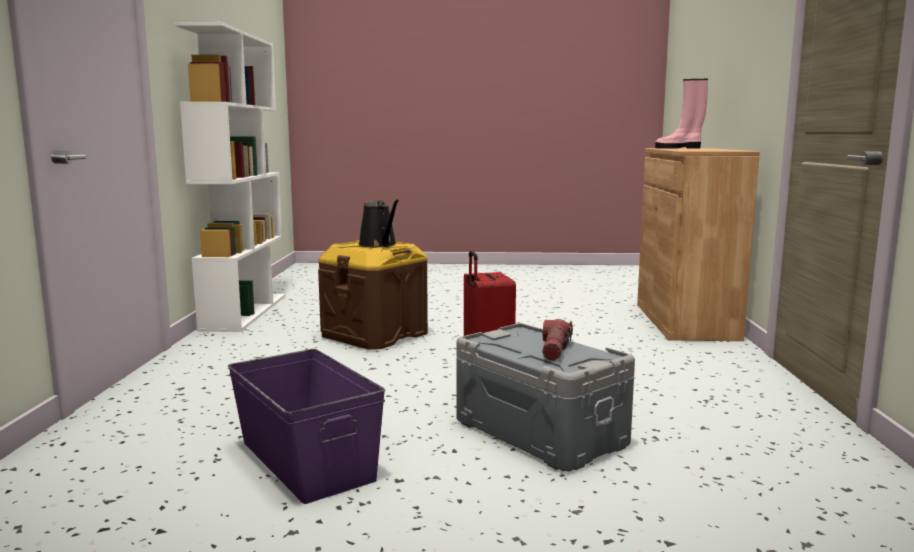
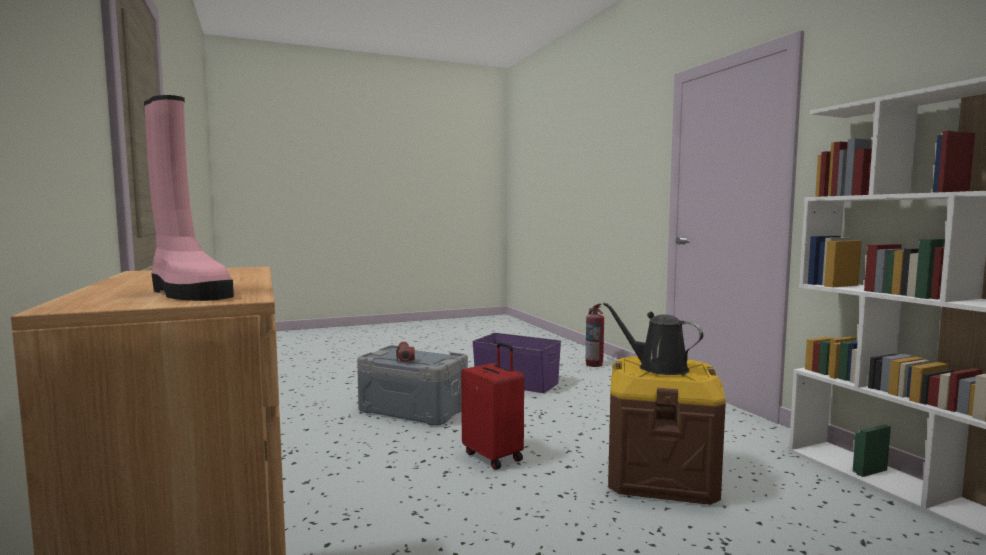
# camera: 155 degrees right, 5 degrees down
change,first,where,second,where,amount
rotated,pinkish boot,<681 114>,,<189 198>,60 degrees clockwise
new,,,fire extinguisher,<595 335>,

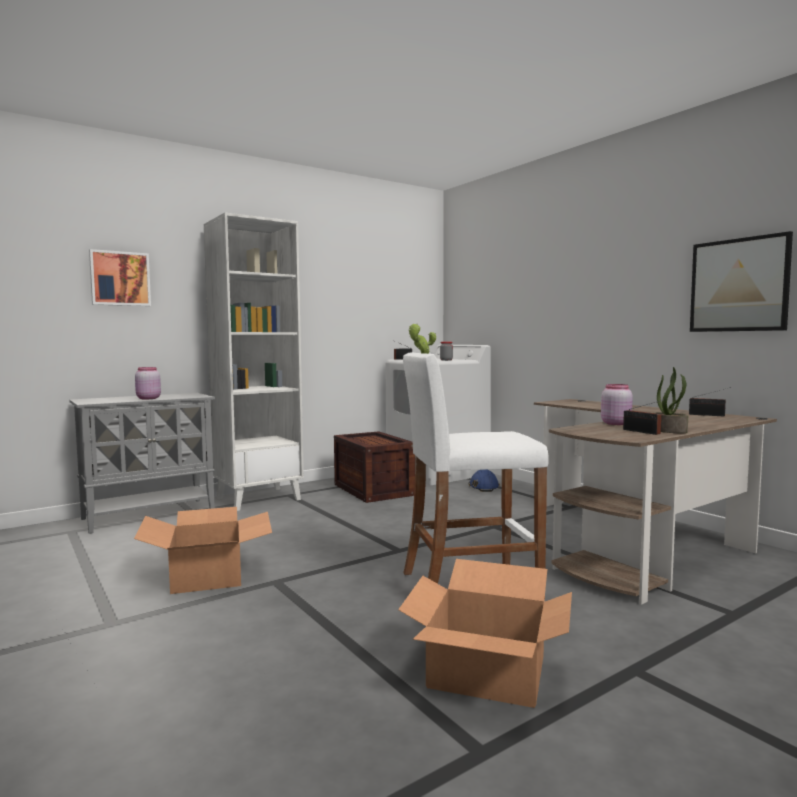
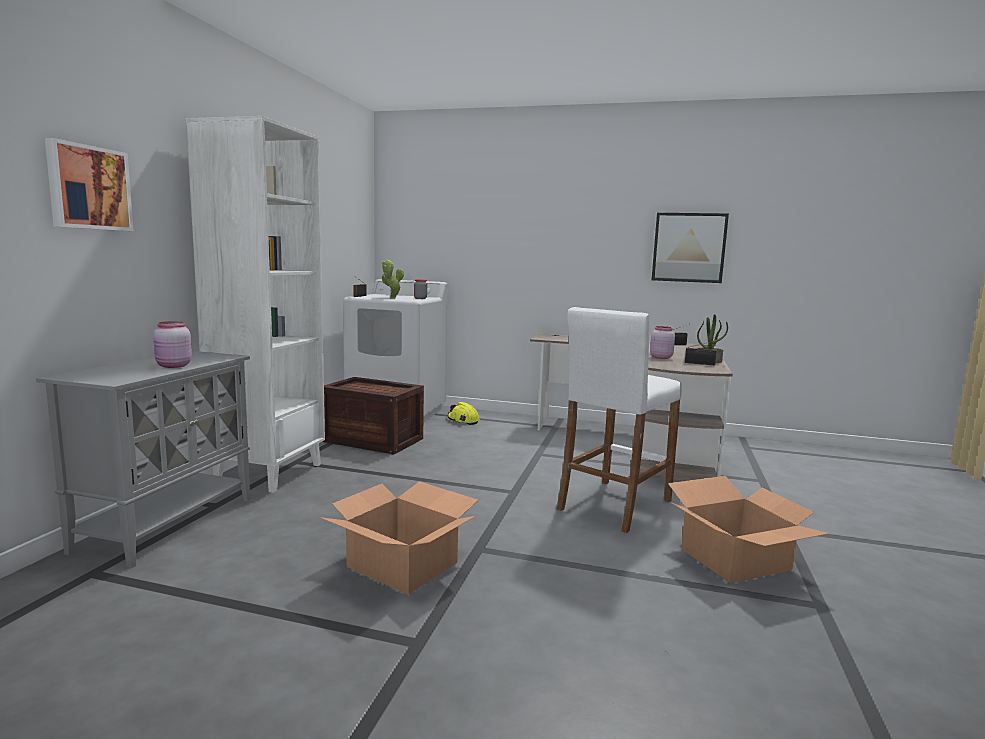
# camera: 40 degrees left, 5 degrees up
change,first,where,second,where,amount
repainted,blue hard hat,<484 481>,yellowish hard hat,<464 413>,

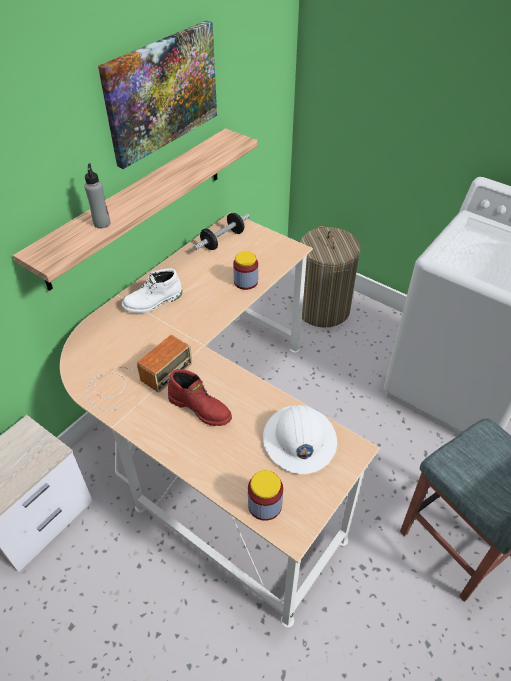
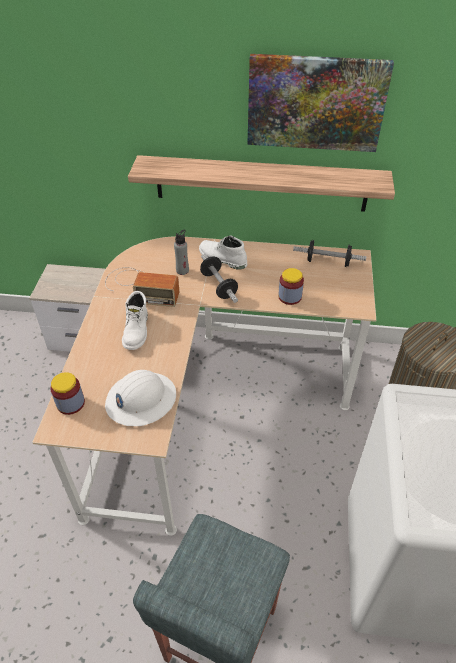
# camera: 60 degrees right, 0 degrees up
change,first,where,second,where,amount
repainted,red-coloured boot,<200 397>,white-coloured boot,<135 320>,
shifted,gray beverage bottle,<97 196>,,<181 252>,
new,,,dumbbell,<219 278>,

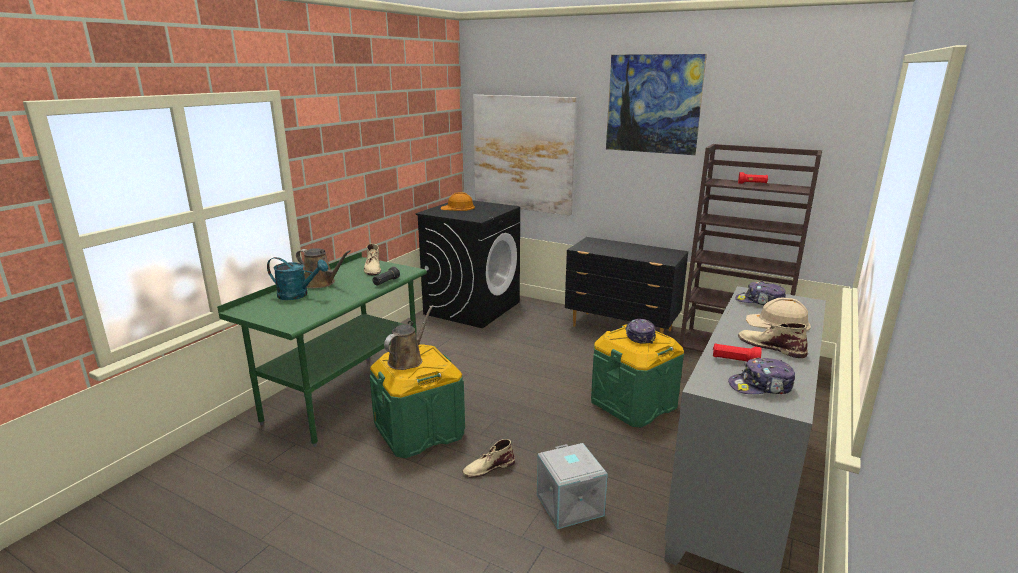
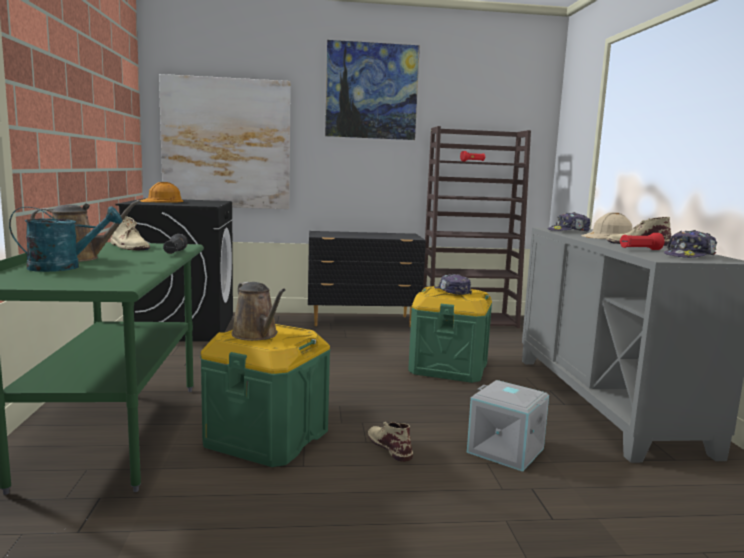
# camera: 35 degrees left, 10 degrees down
change,first,where,second,where,amount
rotated,brownish watering pot,<409 337>,,<258 311>,150 degrees clockwise
rotated,sand-coloured boot,<489 458>,,<390 442>,120 degrees clockwise

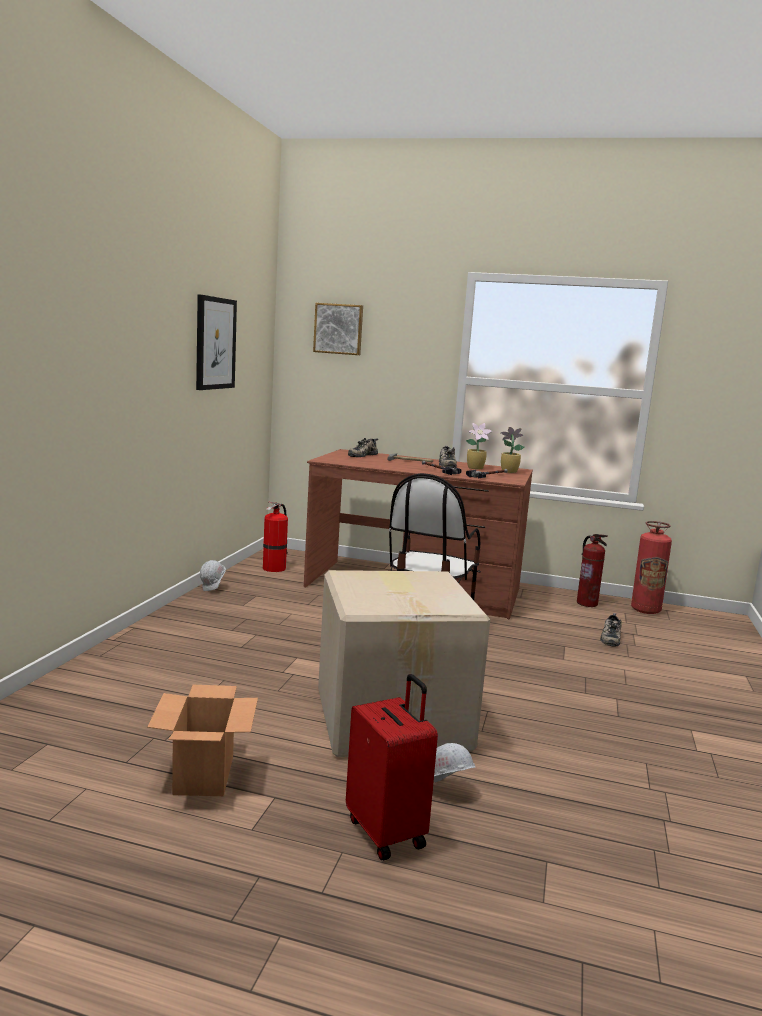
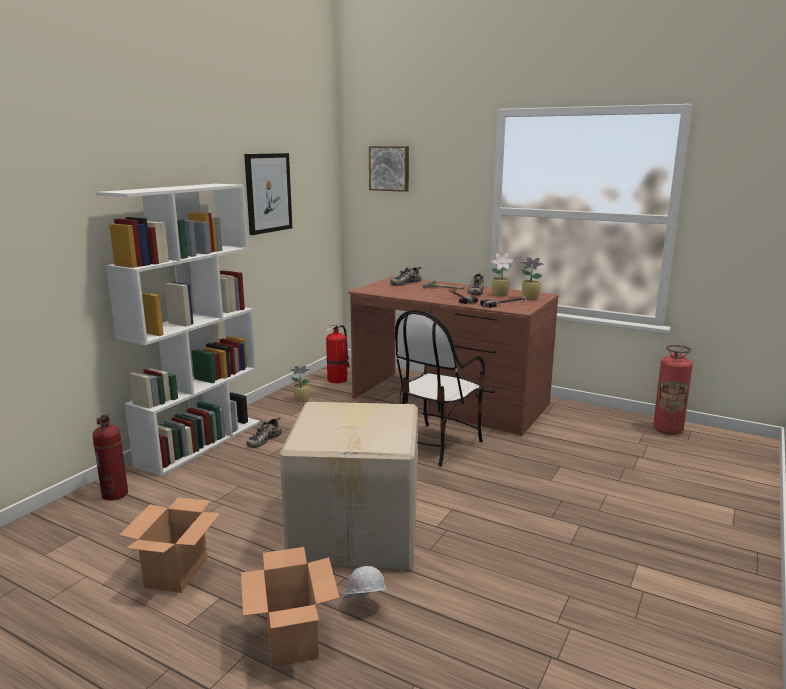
# camera: 15 degrees right, 5 degrees up
change,first,where,second,where,amount
shifted,fire extinguisher,<592 570>,,<110 457>,
new,,,white-coloured shelving unit,<178 330>,
swapped,red-coloured piece of luggage,<392 767>,packing box,<290 607>,
shifted,shoe,<611 629>,,<264 432>,
new,,,potted plant,<300 383>,
gone,white-coloured hard hat,<213 575>,,,

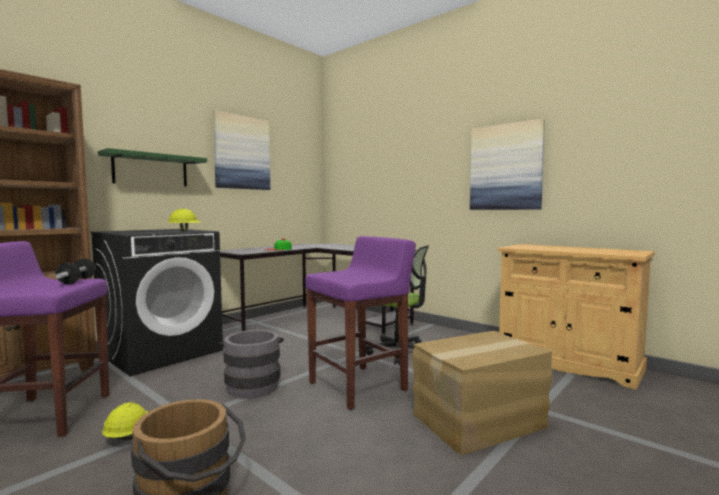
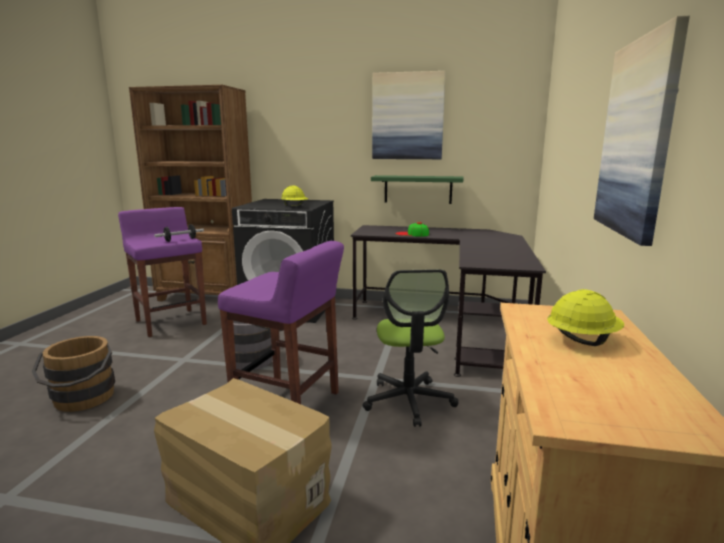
# camera: 60 degrees right, 10 degrees up
change,first,where,second,where,amount
shifted,green-coloured bracket shelf,<152 167>,,<417 189>,
shifted,yellowish hard hat,<125 420>,,<585 317>,

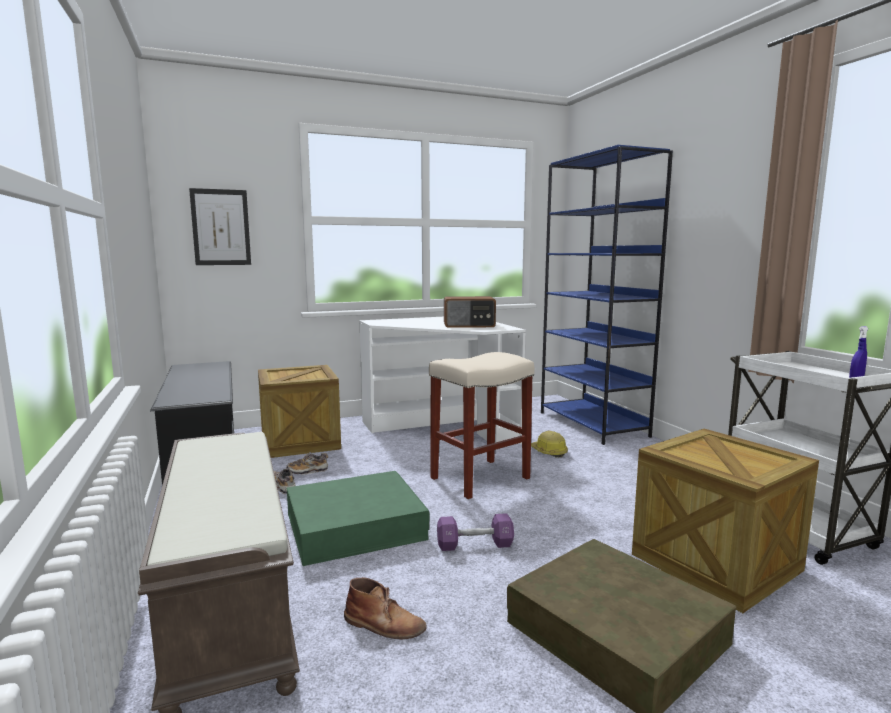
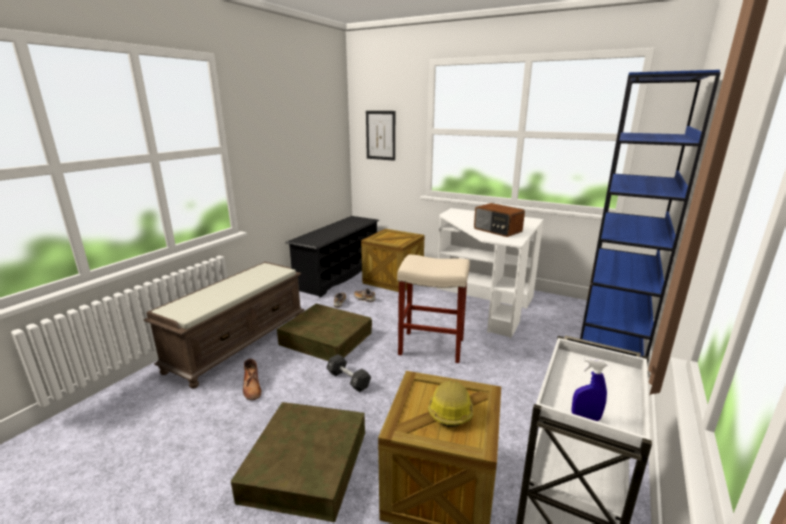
# camera: 50 degrees right, 10 degrees up
change,first,where,second,where,amount
repainted,green-coloured storage container,<358 518>,brownish storage container,<324 332>,
repainted,purple dumbbell,<475 532>,blackish dumbbell,<348 373>,
shifted,hard hat,<549 444>,,<450 403>,

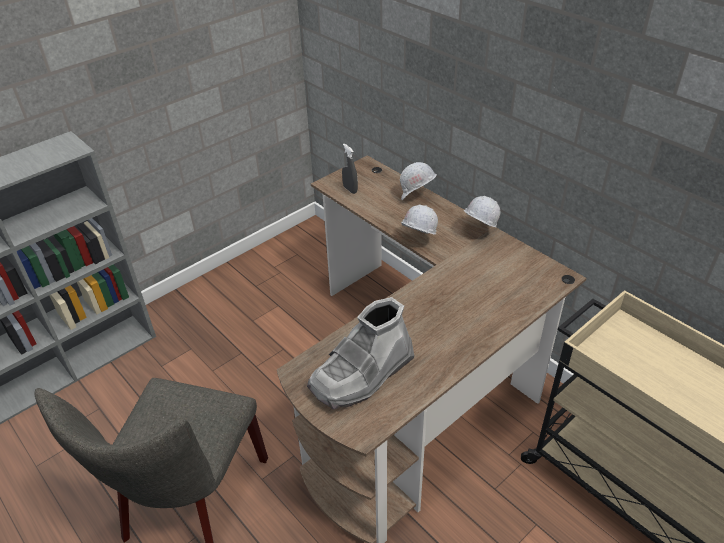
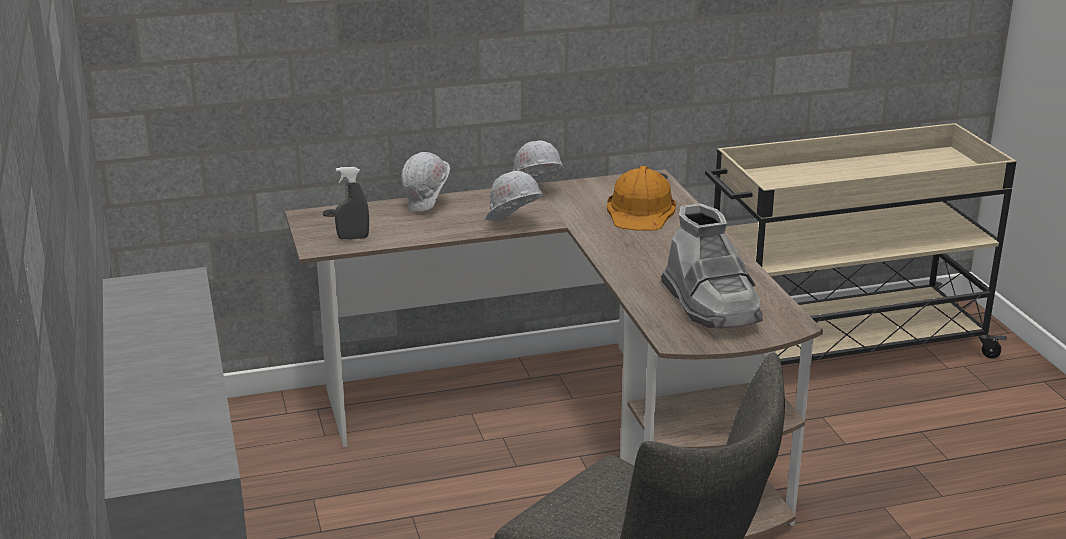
# camera: 65 degrees left, 15 degrees down
change,first,where,second,where,amount
new,,,orange-coloured hard hat,<641 198>,

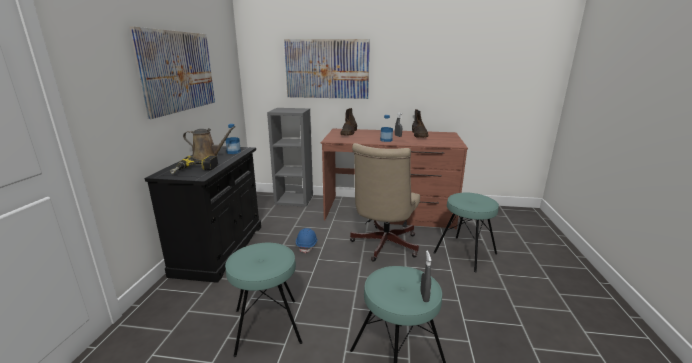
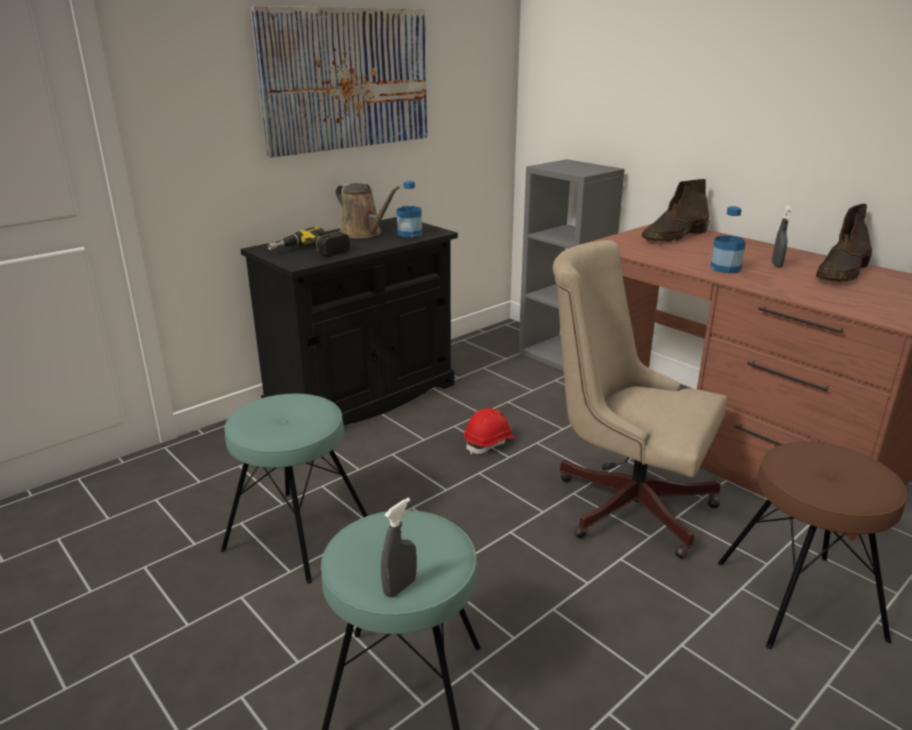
# camera: 40 degrees right, 5 degrees up
change,first,where,second,where,amount
repainted,blue hard hat,<307 240>,red-coloured hard hat,<489 431>,
rotated,sand-coloured office chair,<385 202>,,<640 399>,60 degrees clockwise
repainted,turquoise stool,<466 232>,brownish stool,<812 545>,
gone,picture,<327 69>,,,

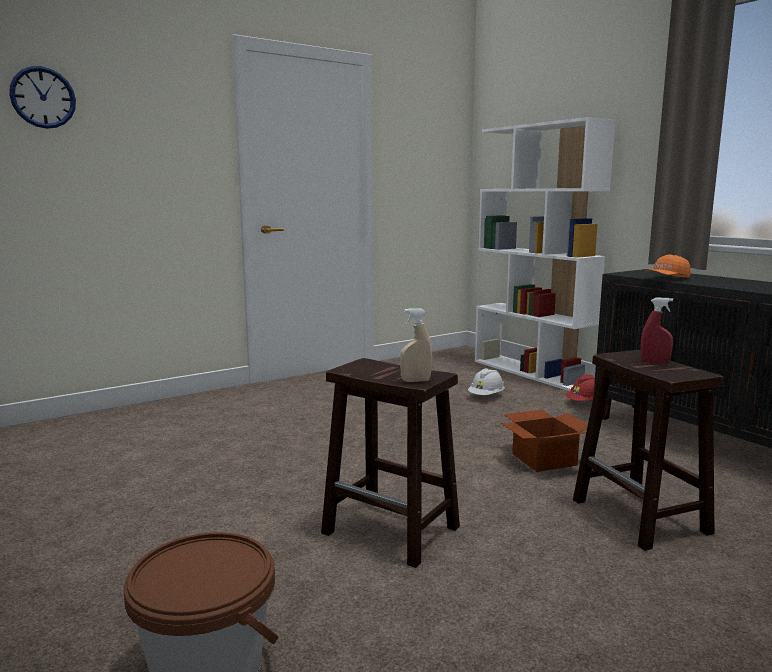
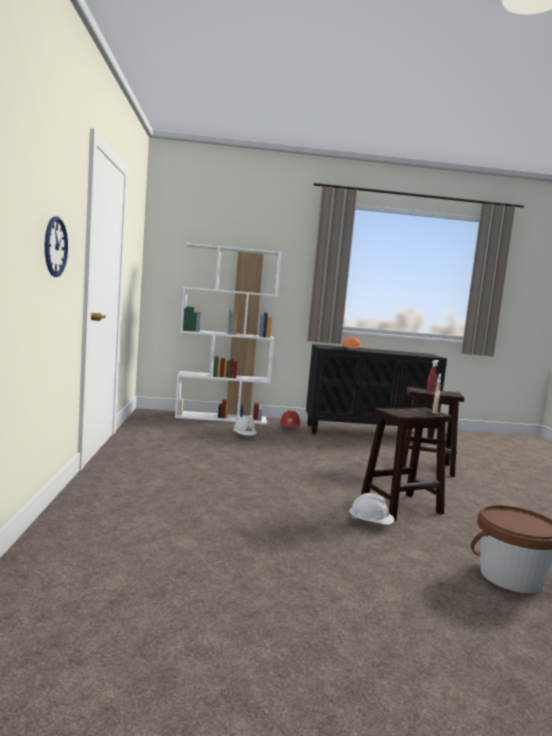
# camera: 60 degrees left, 5 degrees down
change,first,where,second,where,amount
shifted,hanging clock,<42 97>,,<56 247>,
new,,,white-coloured hard hat,<371 509>,
gone,packing box,<544 441>,,,

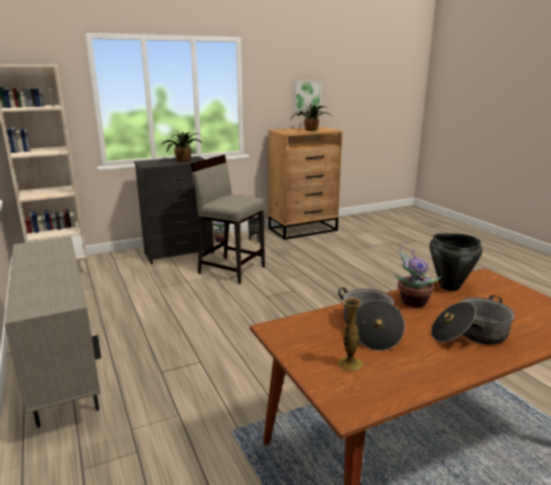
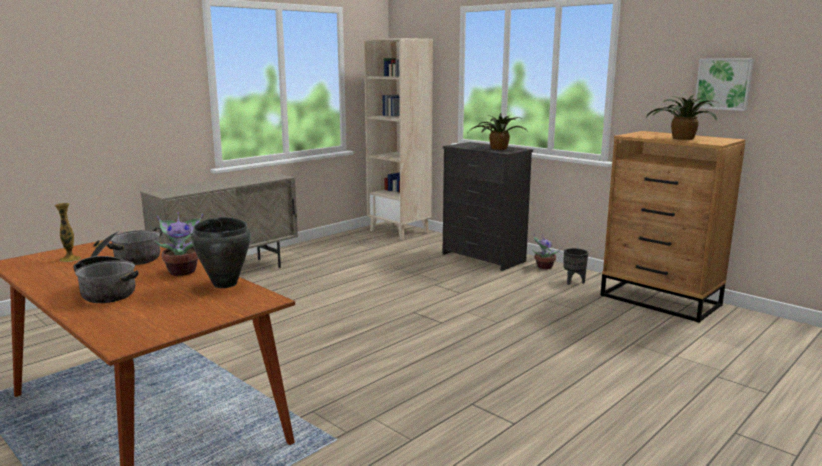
# camera: 70 degrees right, 5 degrees down
change,first,where,second,where,amount
gone,sand-coloured stool,<228 219>,,,

